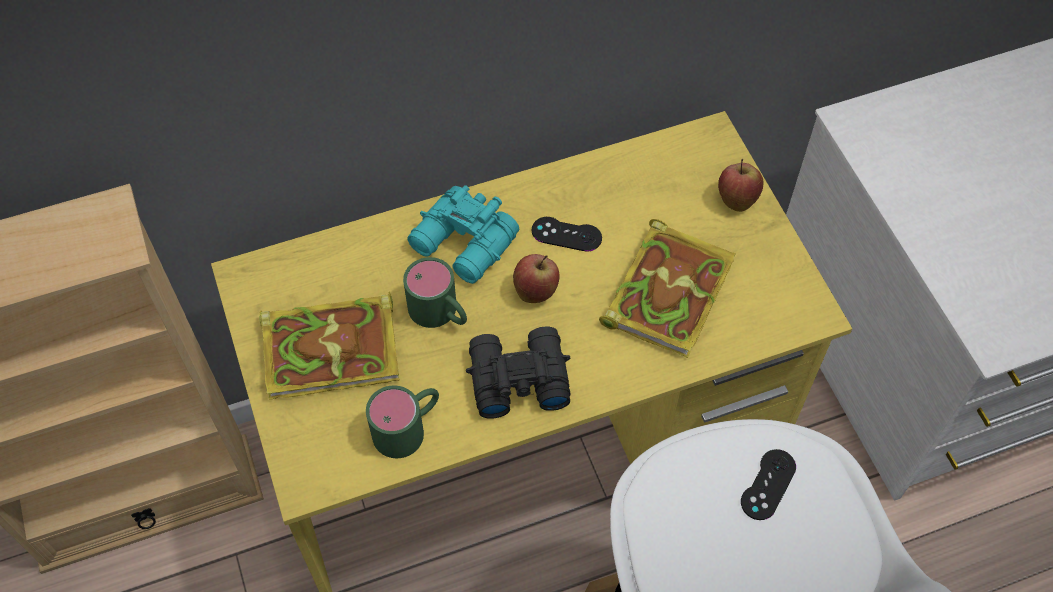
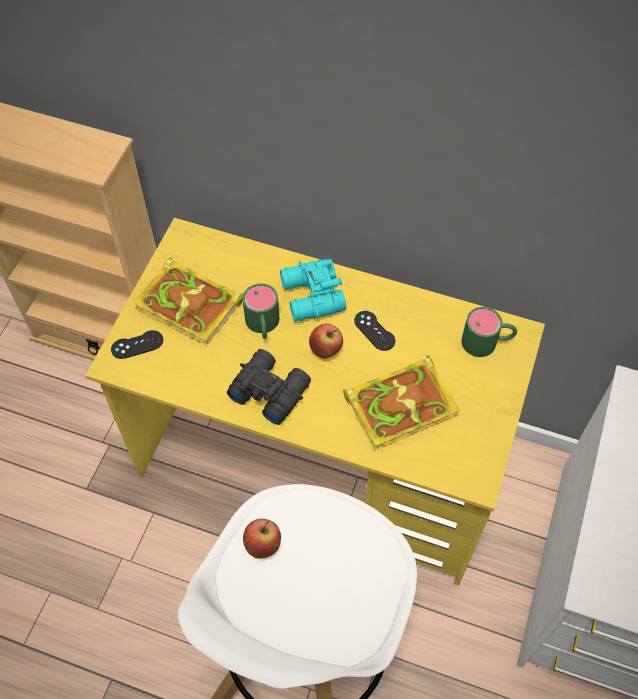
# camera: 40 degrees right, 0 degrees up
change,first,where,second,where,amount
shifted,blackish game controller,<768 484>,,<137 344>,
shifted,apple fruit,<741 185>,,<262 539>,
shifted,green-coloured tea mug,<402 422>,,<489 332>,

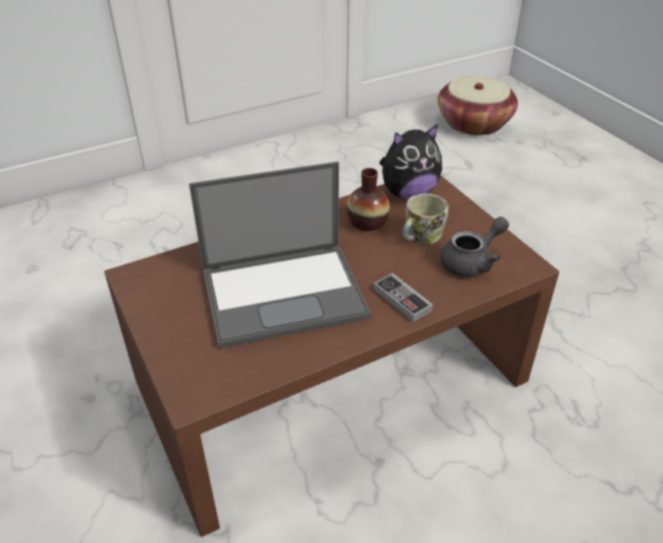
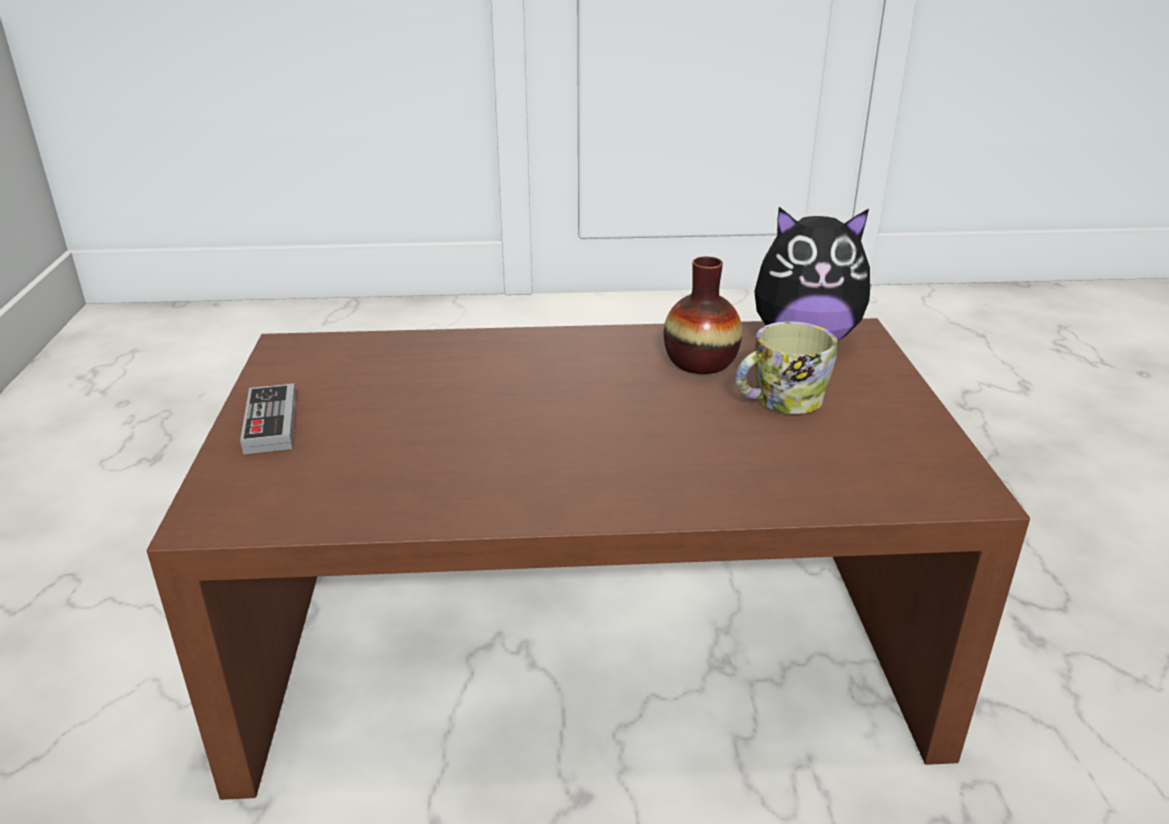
# camera: 25 degrees right, 10 degrees down
change,first,where,second,where,amount
shifted,game controller,<403 297>,,<268 418>,
gone,portable computer,<280 254>,,,
gone,storage basket,<478 106>,,,
gone,gray tea pot,<474 247>,,,

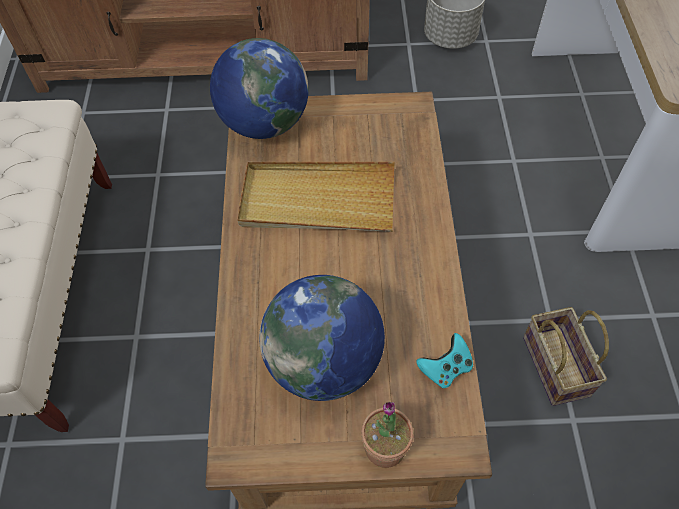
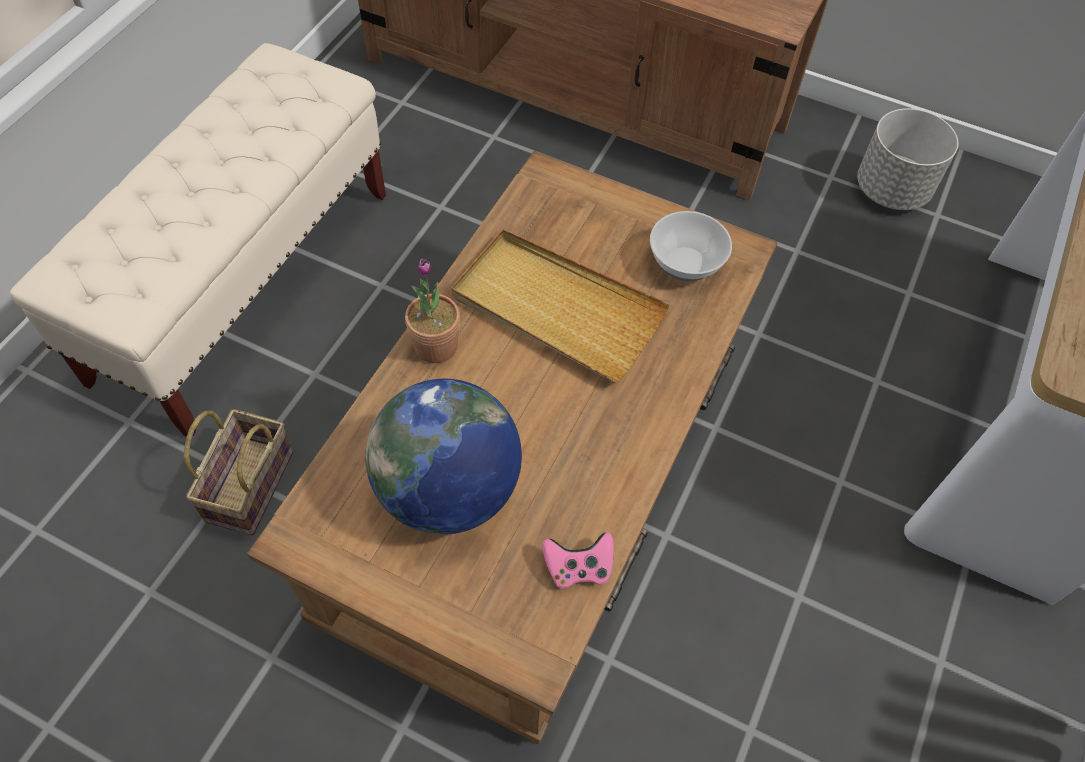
# camera: 25 degrees right, 0 degrees up
change,first,where,second,where,amount
shifted,storage basket,<566 356>,,<238 472>,
shifted,potted plant,<387 435>,,<432 310>,
repainted,turquoise game controller,<444 360>,pinkish game controller,<578 560>,
new,,,serving bowl,<691 246>,
gone,desk globe,<259 88>,,,

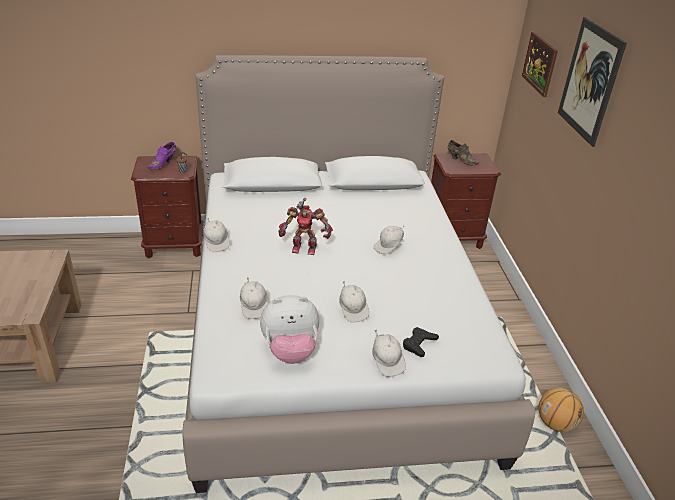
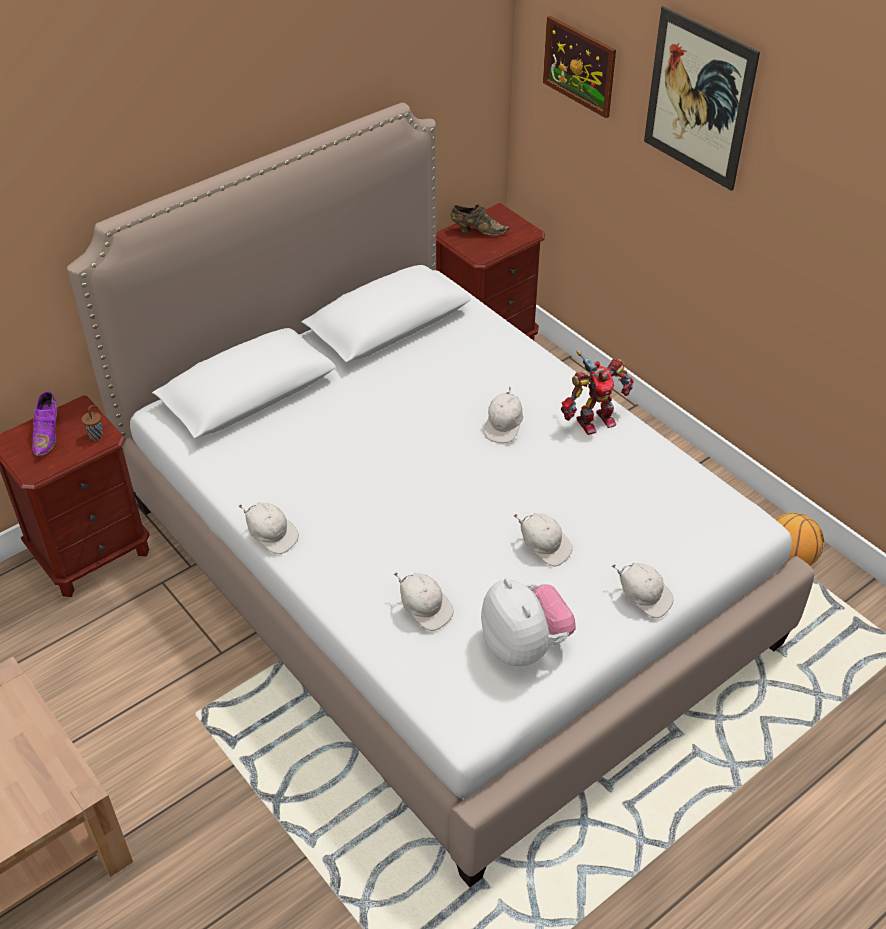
# camera: 30 degrees left, 10 degrees up
change,first,where,second,where,amount
rotated,soft toy,<289 329>,,<528 622>,75 degrees counterclockwise
shifted,model robot,<305 226>,,<597 393>,
gone,blackish game controller,<421 342>,,,

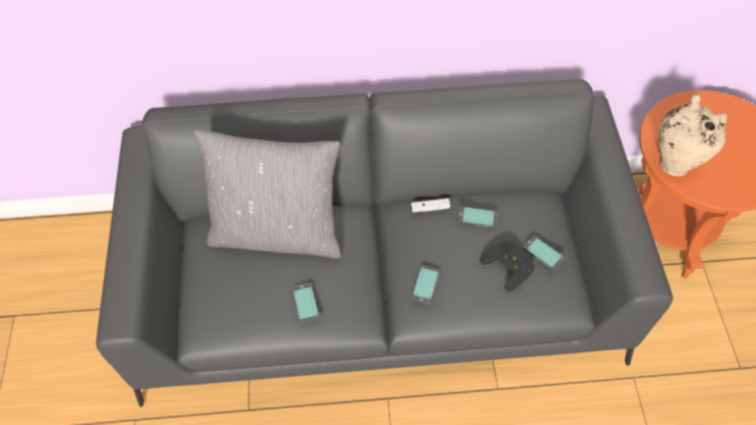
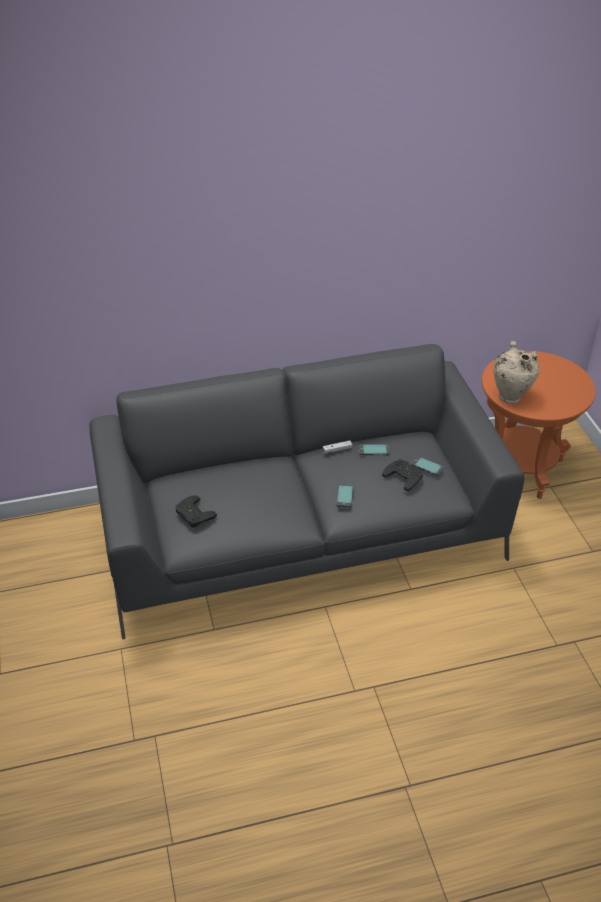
# camera: 10 degrees left, 15 degrees down
change,first,where,second,where,amount
new,,,blackish game controller,<196 511>,
gone,gray pillow,<267 194>,,,
gone,phone,<306 302>,,,

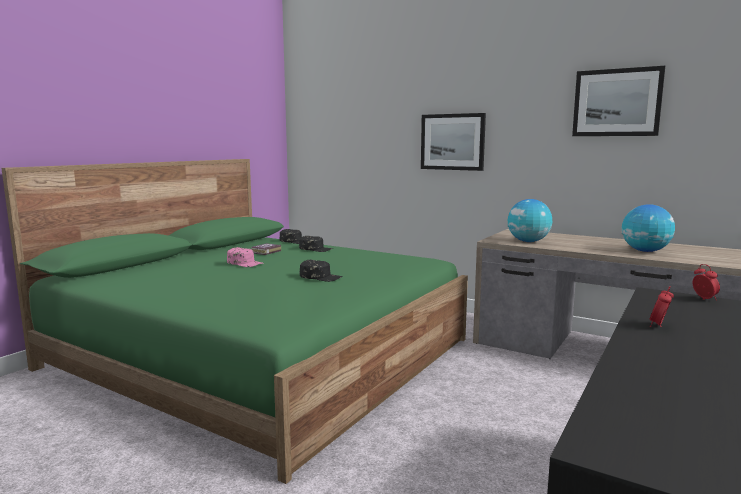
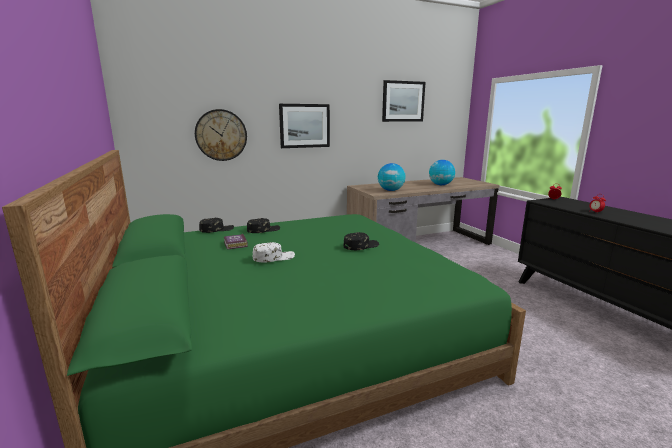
# camera: 55 degrees left, 5 degrees up
change,first,where,second,where,amount
new,,,hanging clock,<221 135>,
repainted,pinkish baseball cap,<244 257>,white-coloured baseball cap,<274 252>,

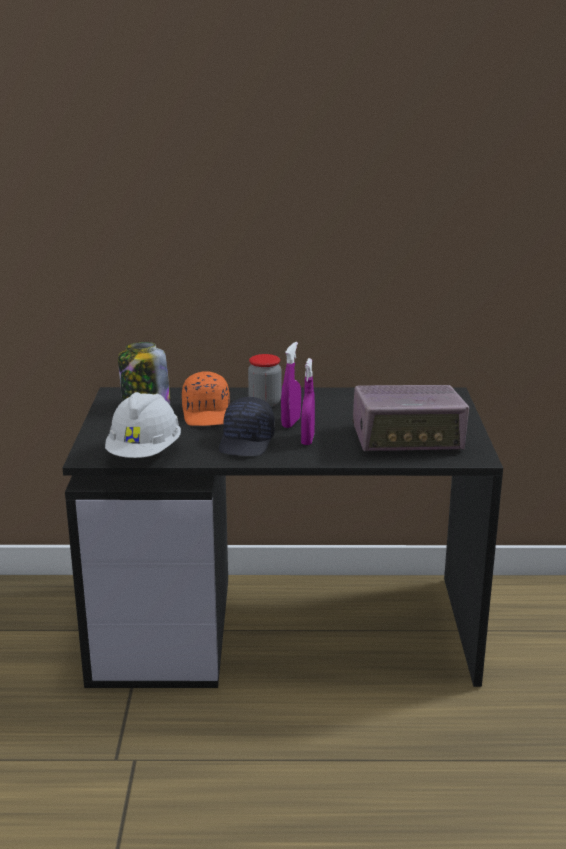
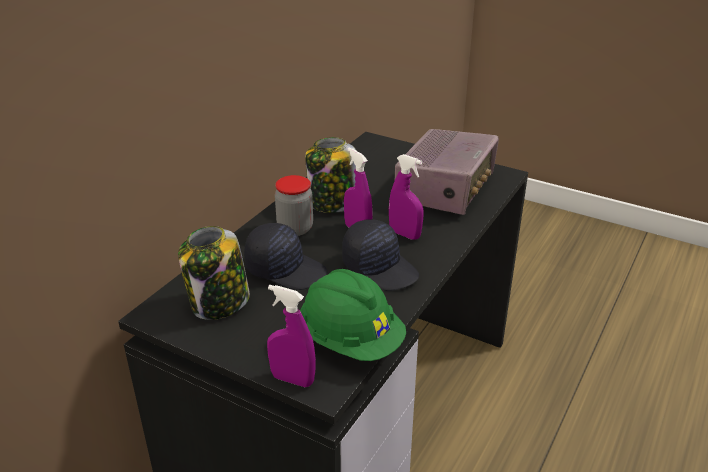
# camera: 60 degrees left, 10 degrees up
change,first,where,second,where,amount
repainted,orange-coloured baseball cap,<206 398>,blackish baseball cap,<285 256>,
new,,,purple spray bottle,<291 336>,
repainted,white-coloured hard hat,<143 425>,green-coloured hard hat,<353 315>,
new,,,preserve jar,<330 175>,

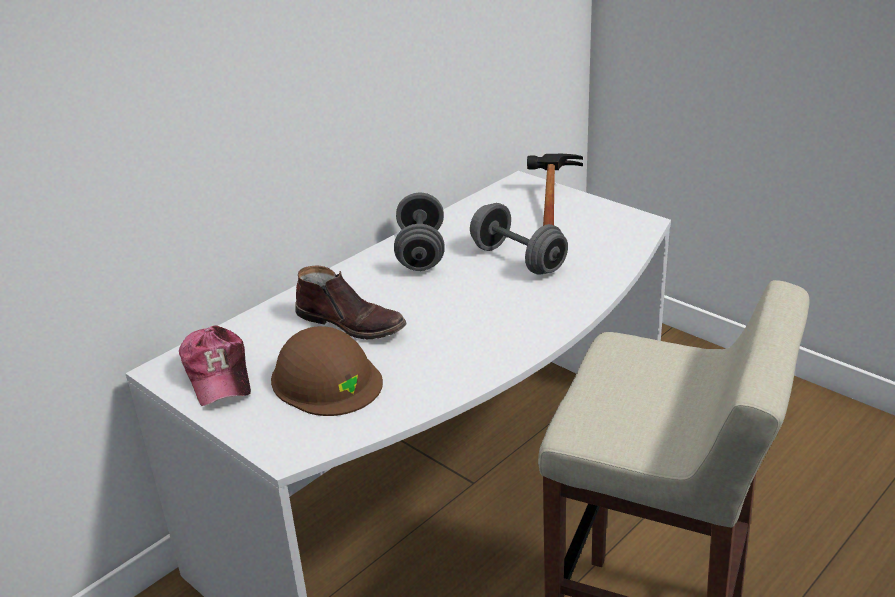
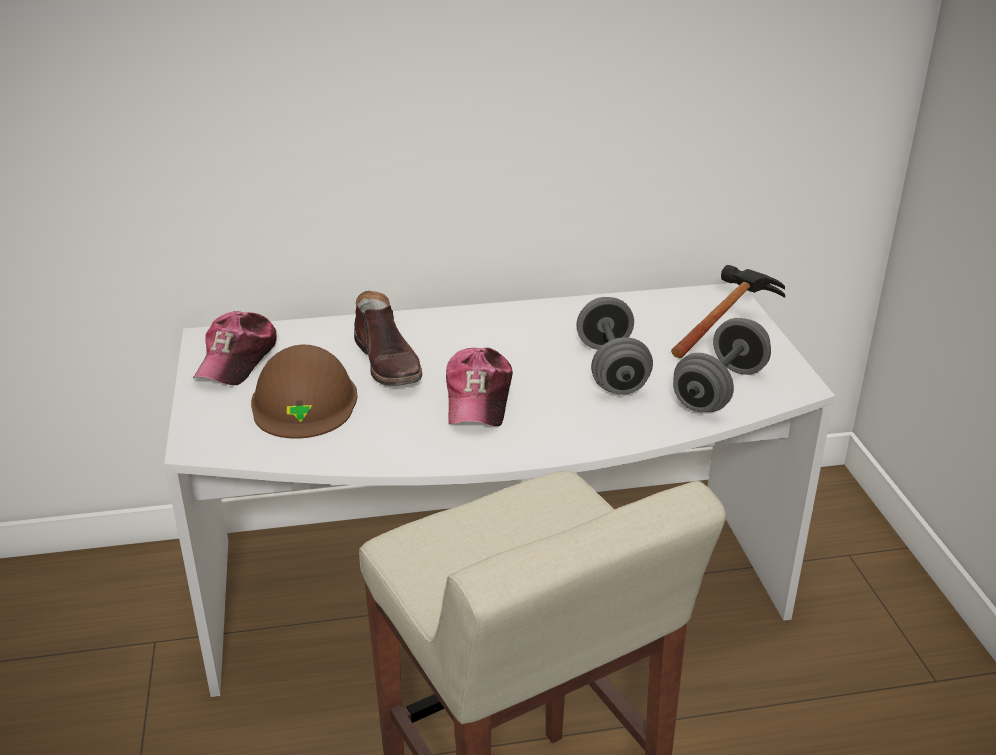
# camera: 35 degrees right, 0 degrees up
change,first,where,second,where,amount
new,,,baseball cap,<479 387>,
shifted,gray dumbbell,<419 232>,,<722 365>,

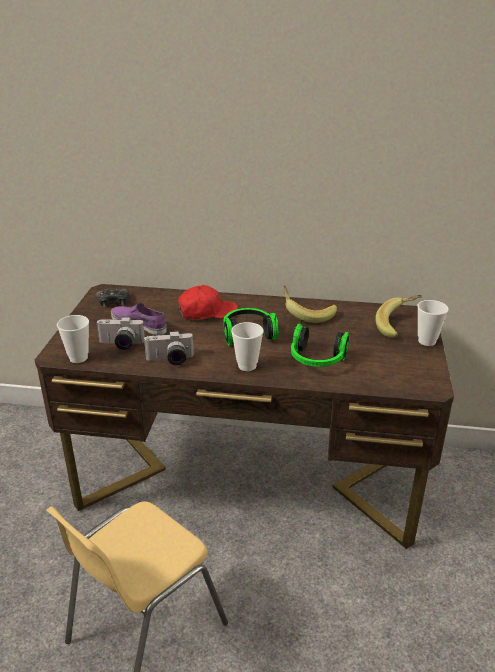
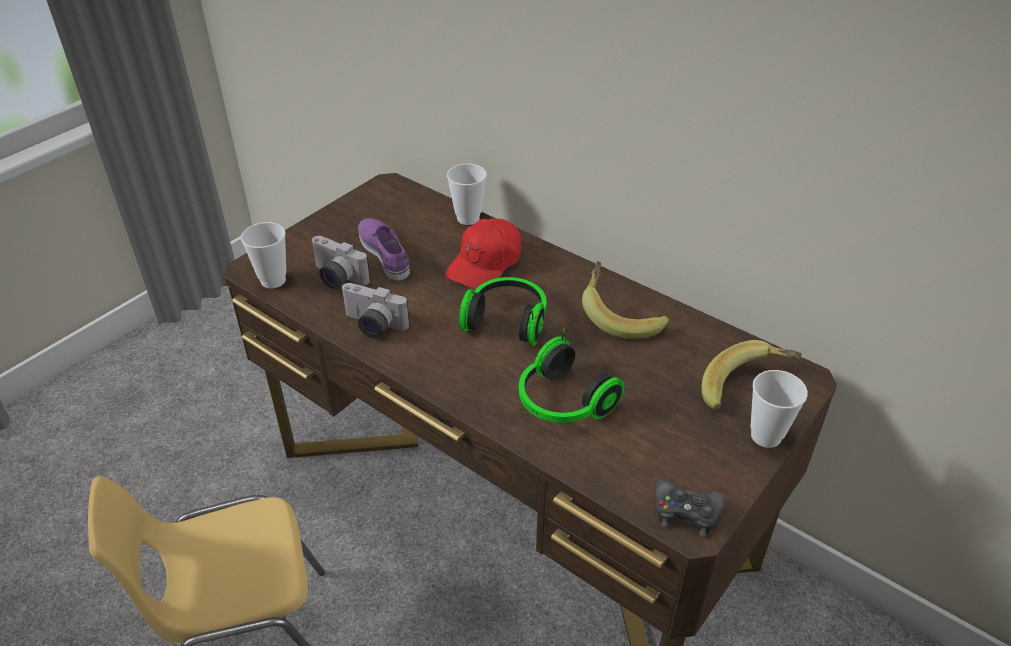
# camera: 30 degrees right, 10 degrees up
change,first,where,second,where,amount
rotated,red-coloured baseball cap,<208 302>,,<483 254>,105 degrees clockwise
shifted,cup,<247 346>,,<467 194>,
shifted,blackish game controller,<112 298>,,<690 508>,

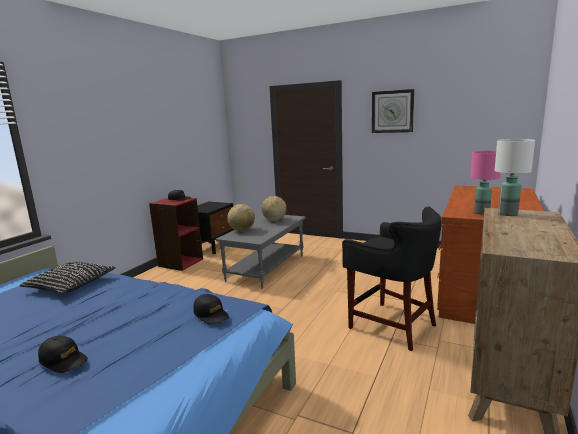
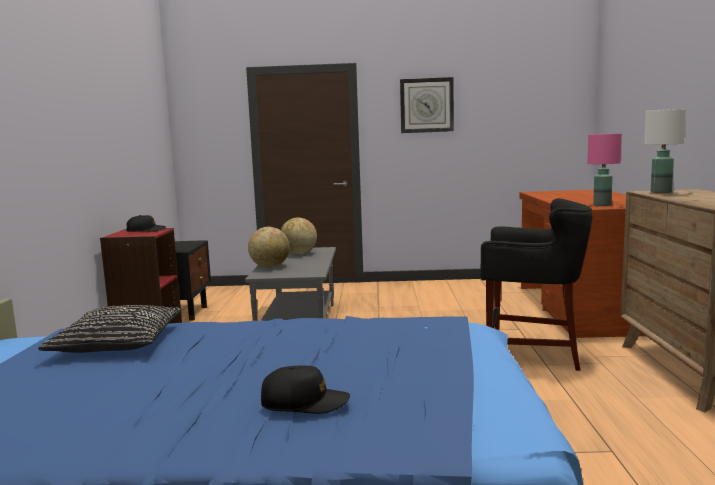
# camera: 25 degrees left, 5 degrees down
change,first,where,second,where,amount
gone,blackish baseball cap,<211 309>,,,

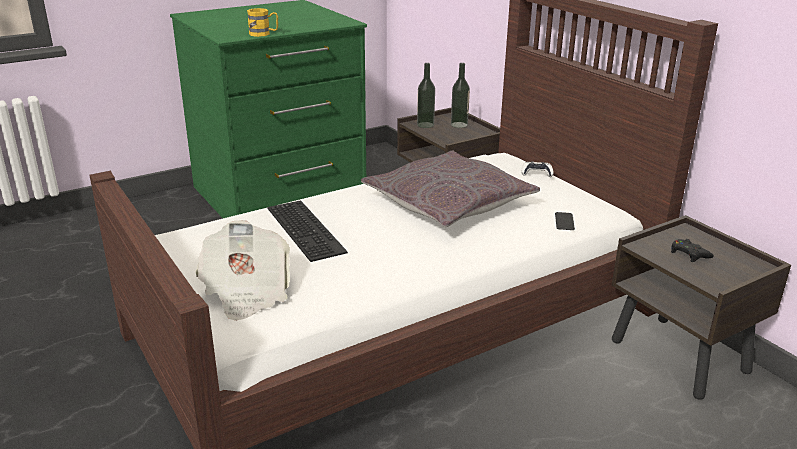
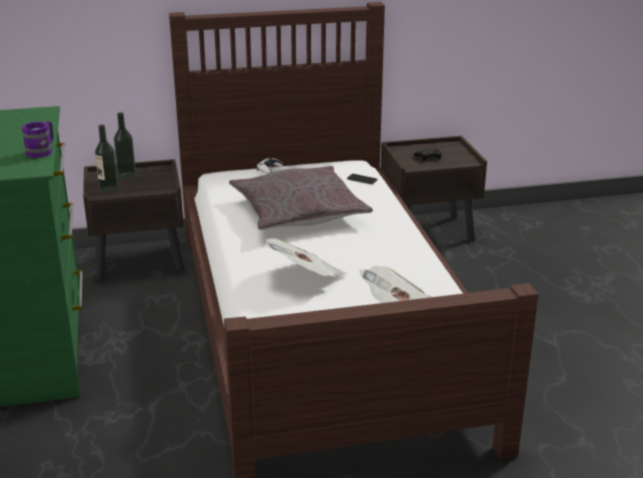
# camera: 70 degrees left, 0 degrees up
change,first,where,second,where,amount
repainted,yellowish tea mug,<262 22>,purple tea mug,<37 139>,
swapped,keyboard,<307 231>,daily paper,<305 257>,

